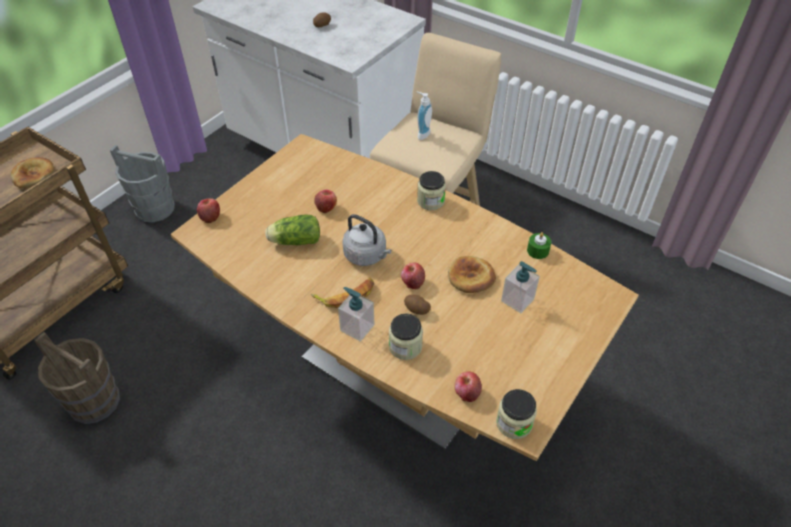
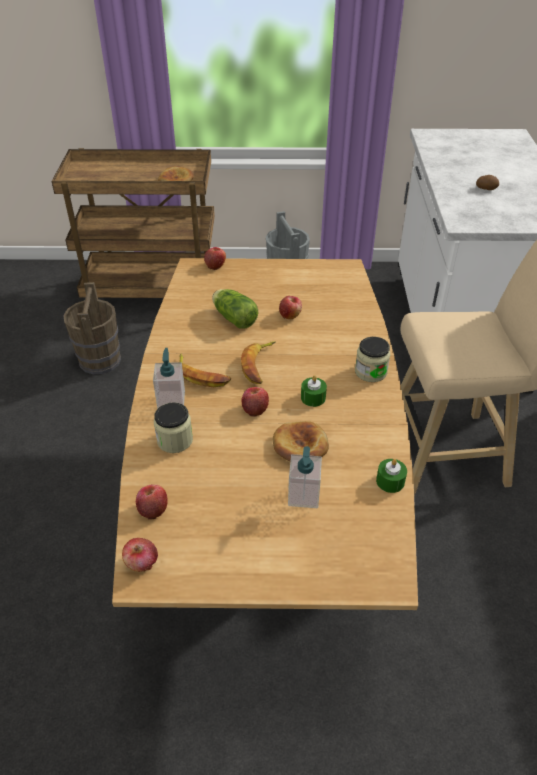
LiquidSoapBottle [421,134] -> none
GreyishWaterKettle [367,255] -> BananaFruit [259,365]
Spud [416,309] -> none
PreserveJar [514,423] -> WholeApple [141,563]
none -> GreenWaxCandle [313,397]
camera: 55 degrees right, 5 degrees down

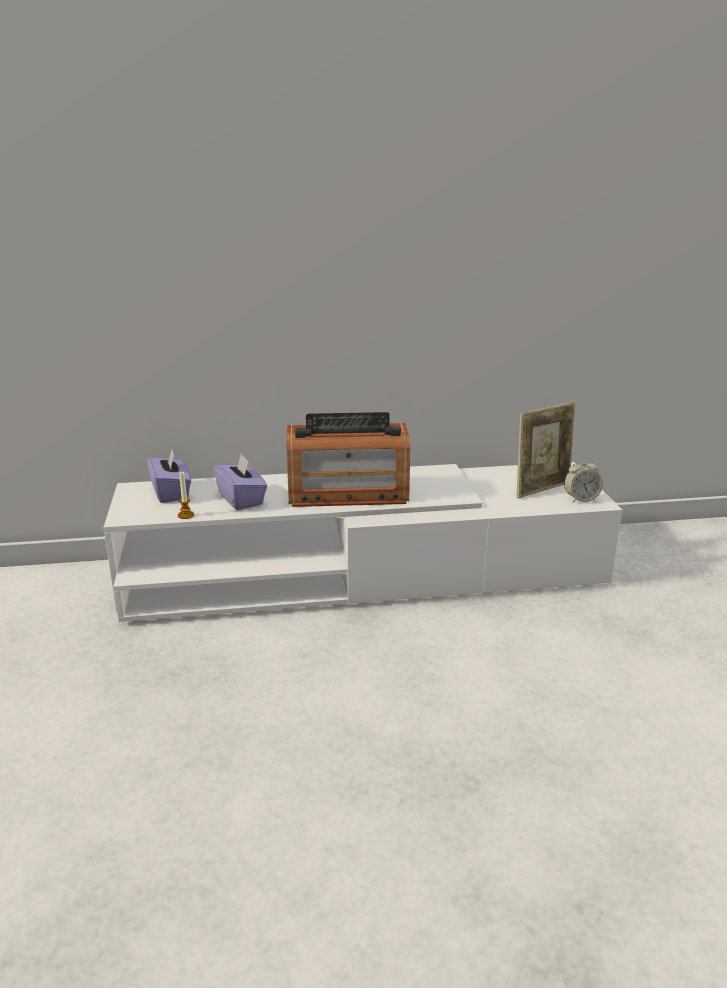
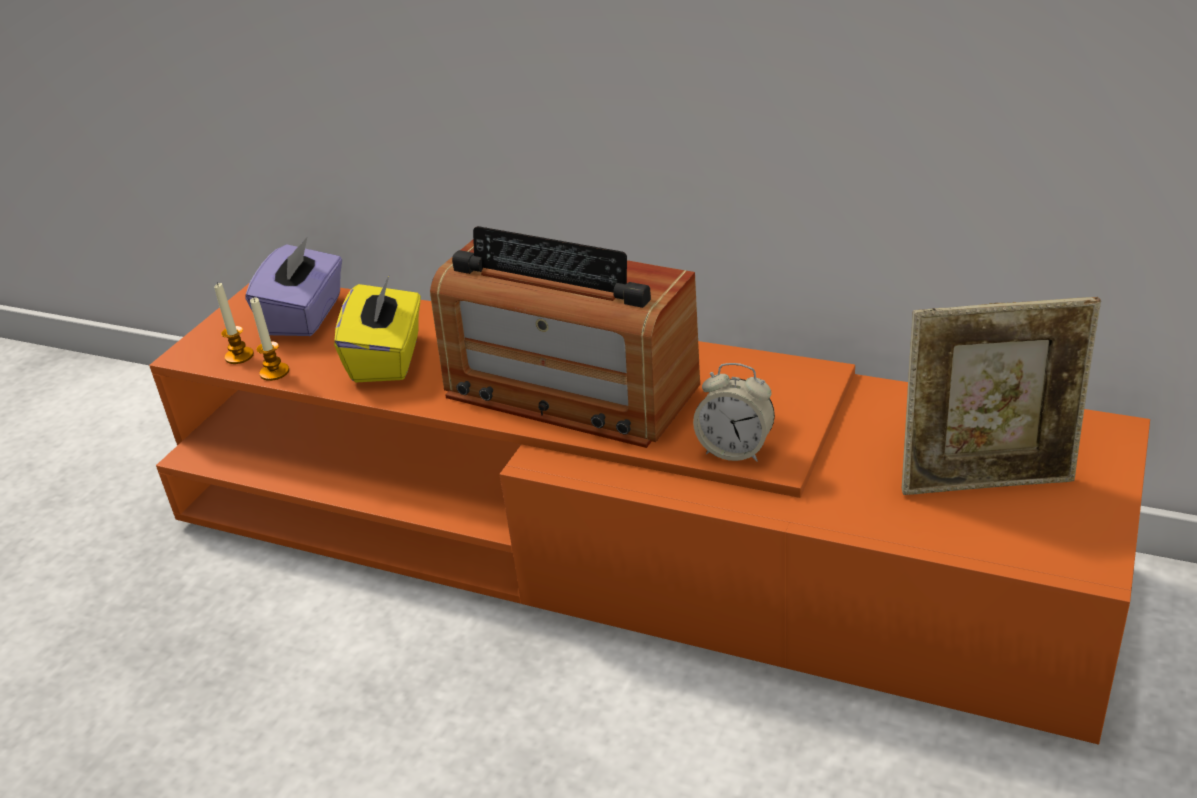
PurpleColouredTissueHolder [241,499] -> YellowishTissueHolder [388,358]
TableClock [581,499] -> TableClock [735,450], relocated
WhiteColouredTvUnit [363,574] -> OrangeyTvUnit [613,542]
none -> WaxCandle [239,356]
camera: 35 degrees right, 10 degrees up

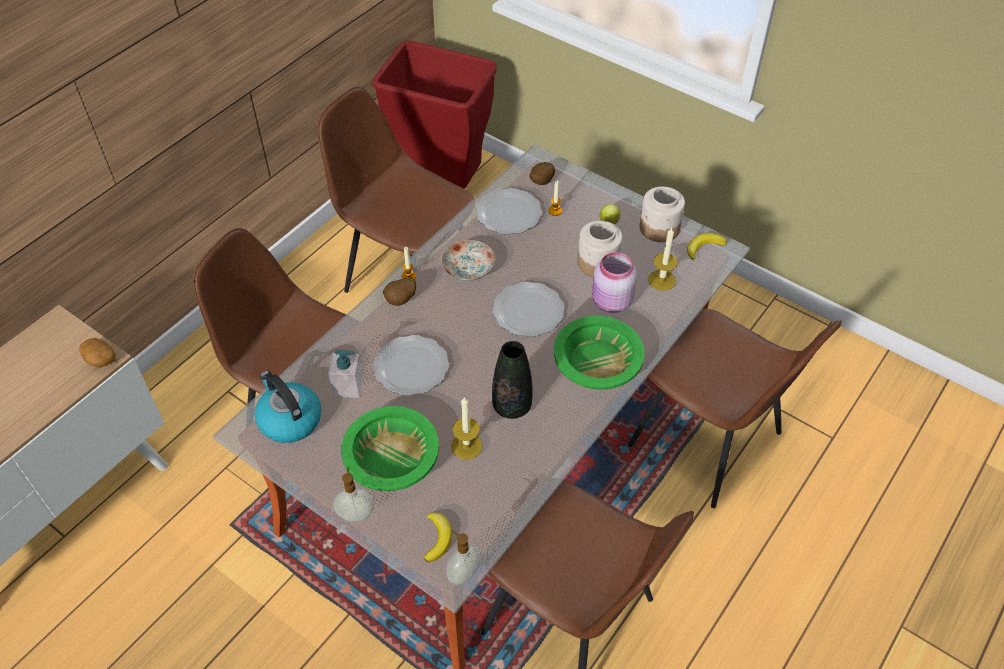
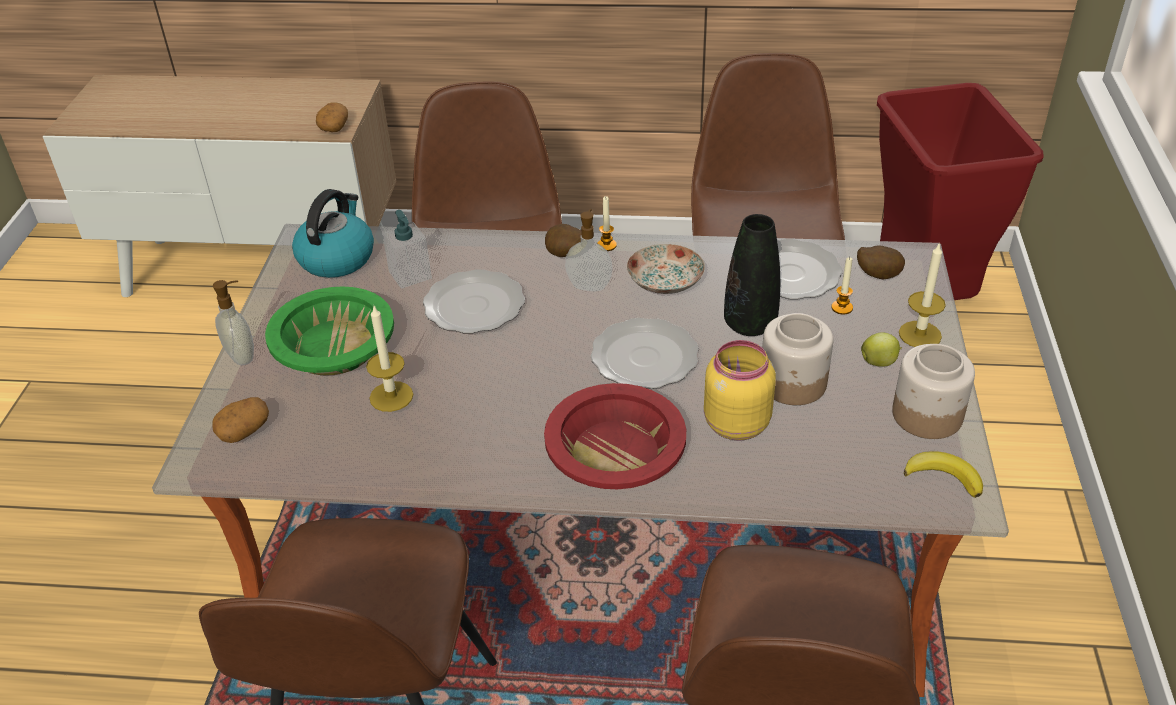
WaxCandle [661,280] -> WaxCandle [920,334], relocated
PinkishPreserveJar [610,302] -> YellowishPreserveJar [734,423]
GreenDeepDish [597,363] -> RedColouredDeepDish [615,454]
BlackishDecorativeVase [512,406] -> BlackishDecorativeVase [750,325], relocated
BananaFruit [437,538] -> Spud [244,430]
LiquidSoapBottle [463,573] -> LiquidSoapBottle [589,286], relocated
camera: 60 degrees right, 10 degrees down

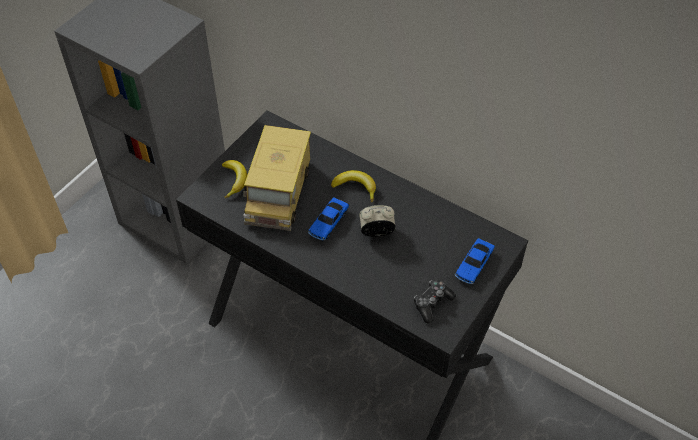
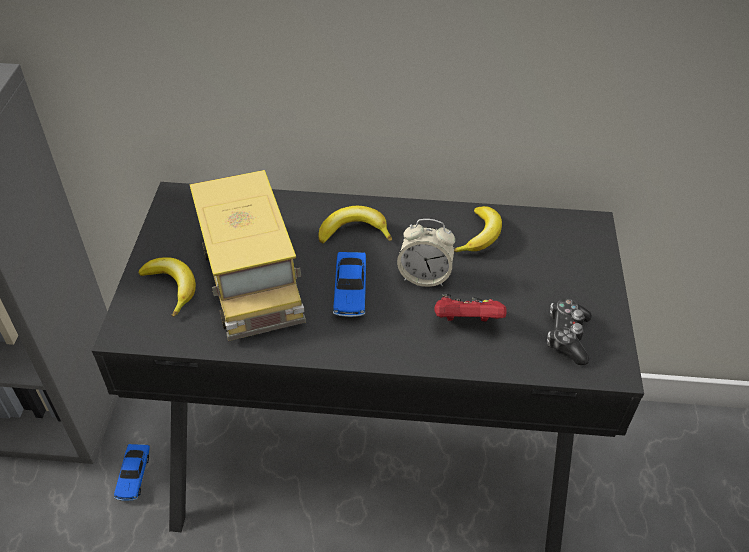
TableClock [377,232] -> TableClock [424,276], 135 degrees counterclockwise
MiniatureCar [474,265] -> MiniatureCar [133,476], relocated
none -> BananaFruit [480,236]
none -> RedColouredGamepad [466,321]
camera: 30 degrees left, 5 degrees down

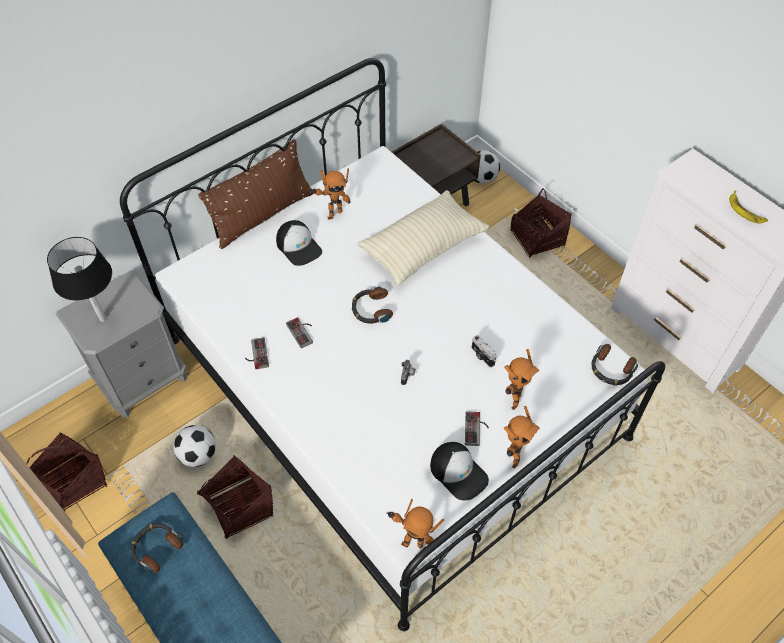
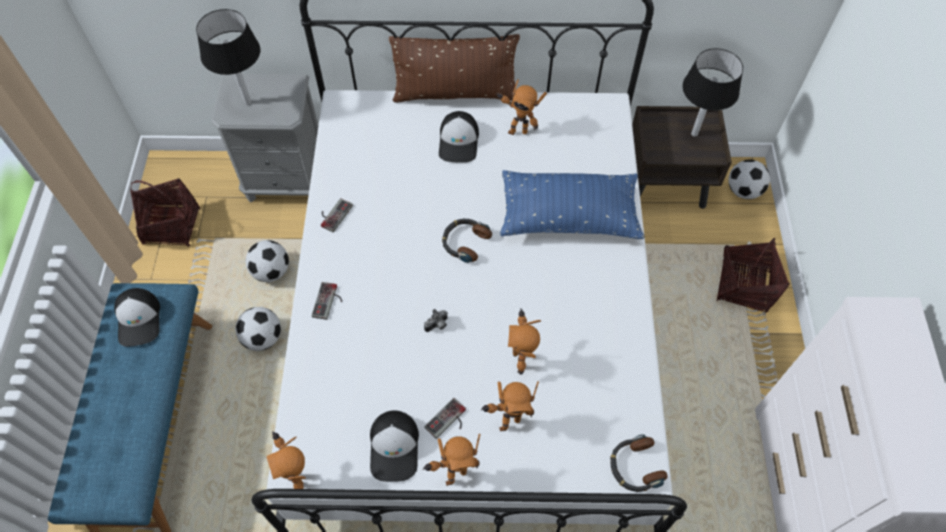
BeigePillow [423,247] -> BlueColouredPillow [568,216]
BananaFruit [745,211] -> none
Gamepad [303,331] -> Gamepad [329,302], relocated
StillCamera [482,356] -> RobotFigure [521,358]
HouseholdBasket [240,507] -> FootballBall [263,338]
Headset [156,548] -> BaseballCap [139,320]
none -> BlackishTabletopLamp [694,134]
camera: 40 degrees right, 5 degrees up

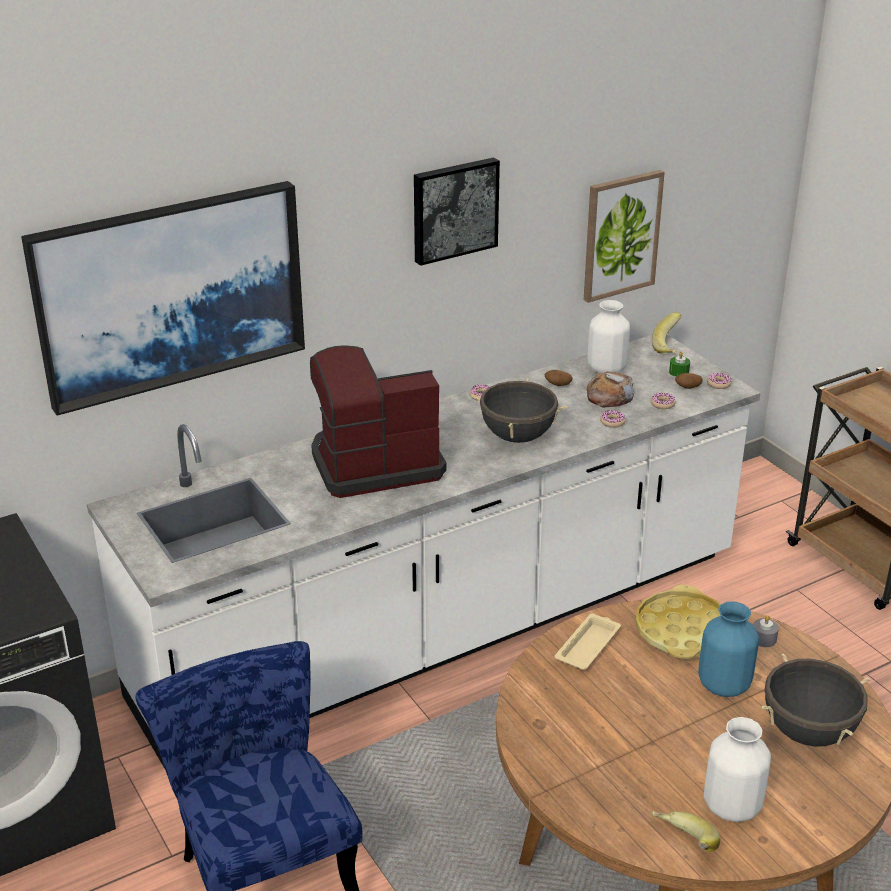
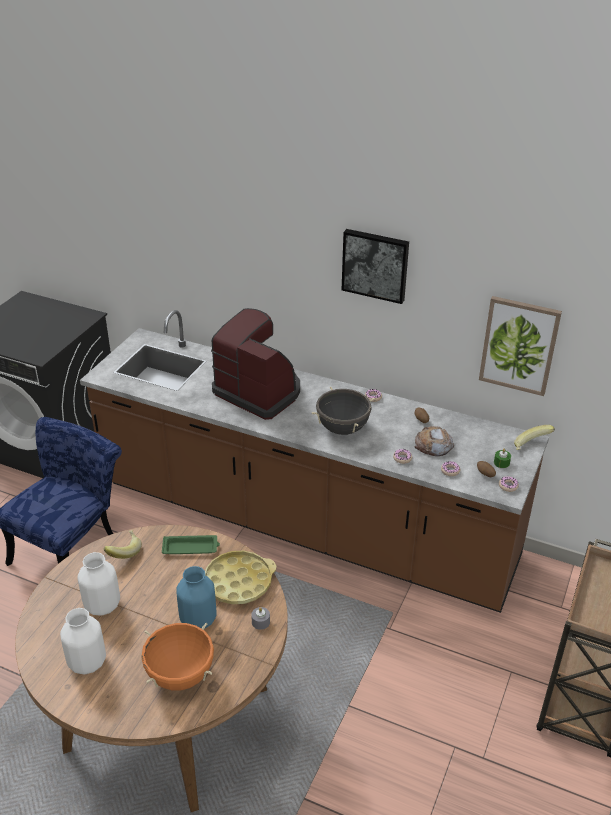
WallPicture [170,293] -> none
WhiteColouredDecorativeVase [606,369] -> WhiteColouredDecorativeVase [102,605], relocated
WhiteColouredCounter [445,629] -> BrownCounter [304,523]
BeigeCarryingTray [588,645] -> GreenCarryingTray [191,548]
BlackishSaucepot [808,732] -> OrangeySaucepot [180,675]
BananaFruit [682,844] -> BananaFruit [123,551], relocated
camera: 55 degrees right, 5 degrees up

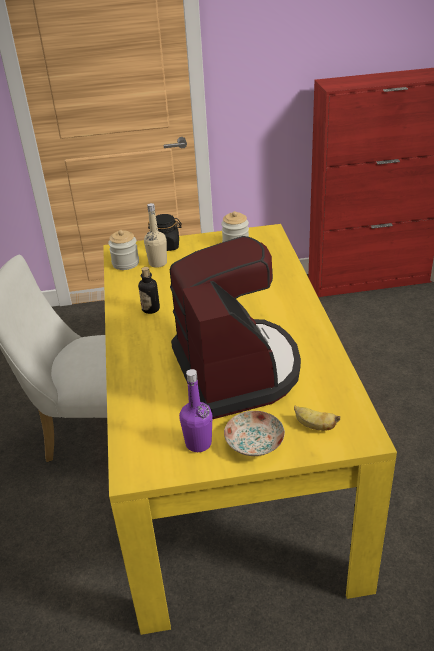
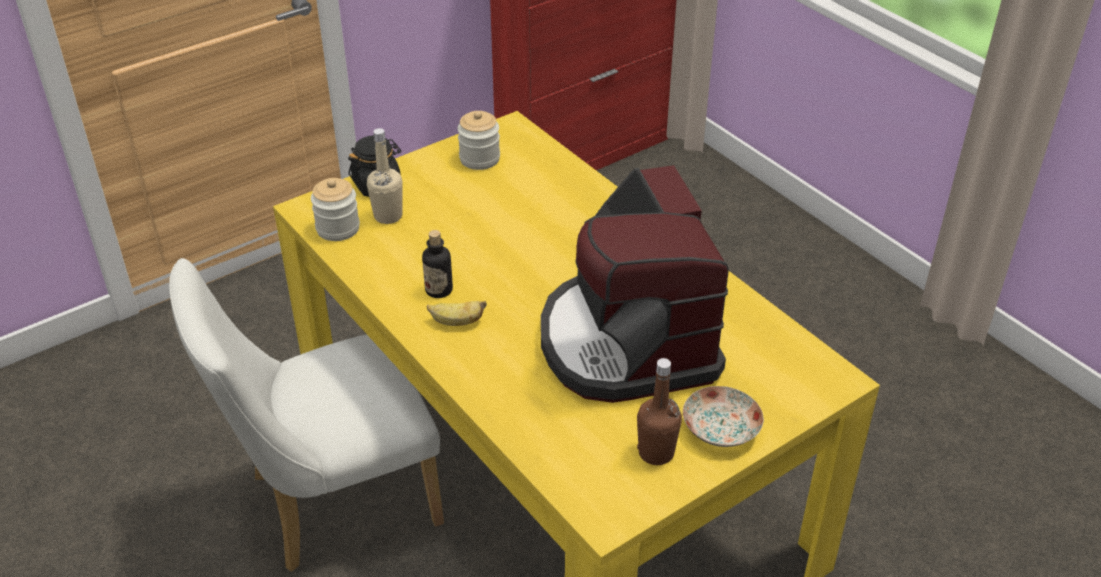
CoffeeBrewer [237,370] -> CoffeeBrewer [627,342], 150 degrees counterclockwise
PurpleColouredDrinkBottle [198,443] -> BrownDrinkBottle [656,453]
BananaFruit [314,426] -> BananaFruit [456,322], relocated
camera: 30 degrees left, 5 degrees up

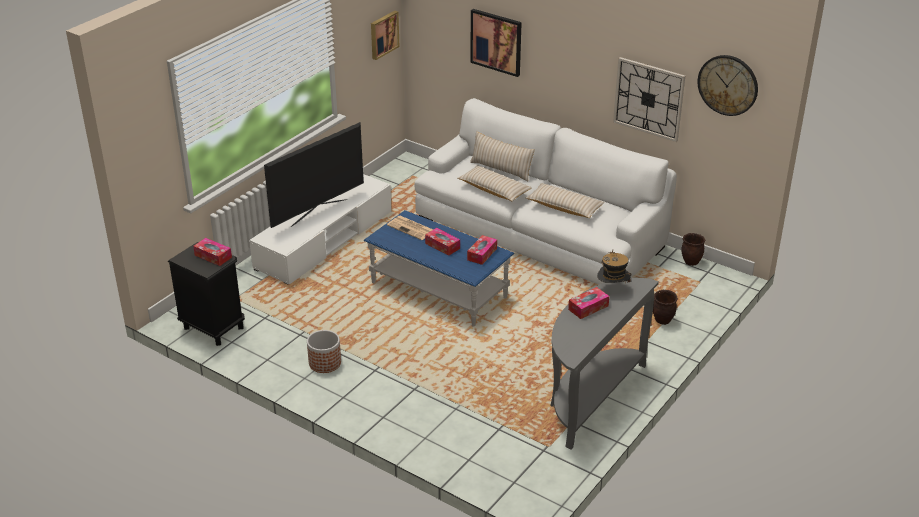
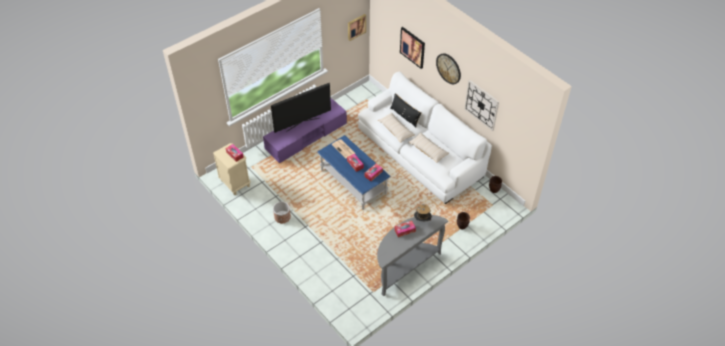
ClockOnTheWall [728,85] -> ClockOnTheWall [448,68], relocated
BeigePillow [501,169] -> BlackishPillow [404,116]
WhiteColouredTvUnit [324,240] -> PurpleColouredTvUnit [306,136]
BlackishNightTable [213,328] -> BeigeNightTable [235,183]
camera: 15 degrees right, 15 degrees up

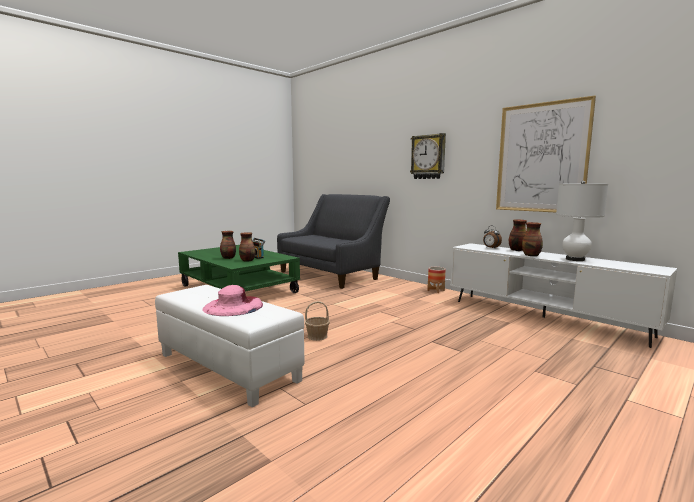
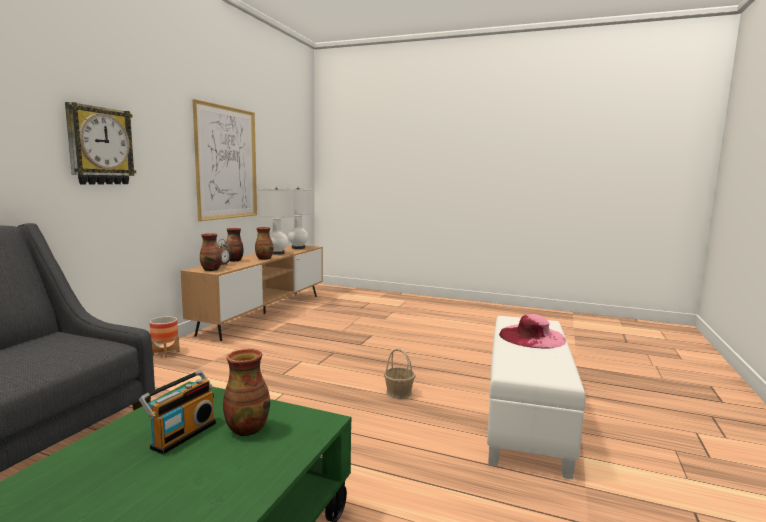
DecorativeVase [228,258] -> DecorativeVase [211,270], relocated
WhiteColouredTvUnit [543,317] -> BrownTvUnit [264,313]
none -> WhiteColouredTabletopLamp [298,248]
camera: 115 degrees left, 0 degrees up

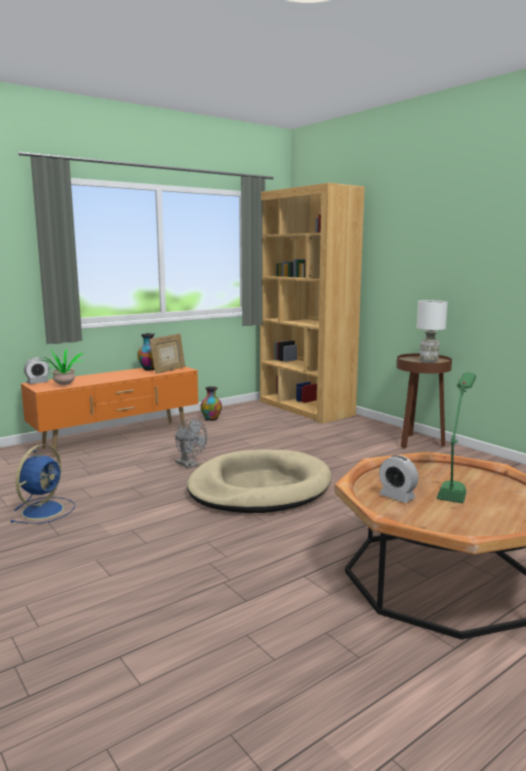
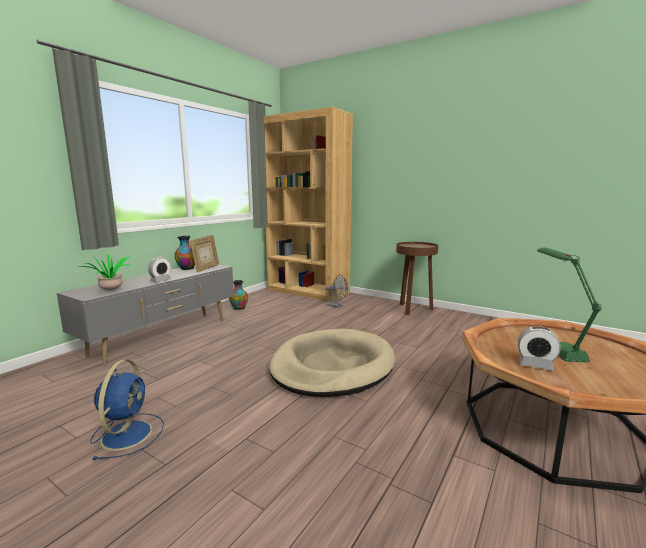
WhiteColouredTabletopLamp [428,361] -> none
TableClock [37,382] -> TableClock [161,280], relocated
OrangeyTvUnit [118,438] -> GreyishTvUnit [163,336]
GreyishElectricFan [189,465] -> GreyishElectricFan [337,306], relocated
camera: 20 degrees left, 0 degrees up

